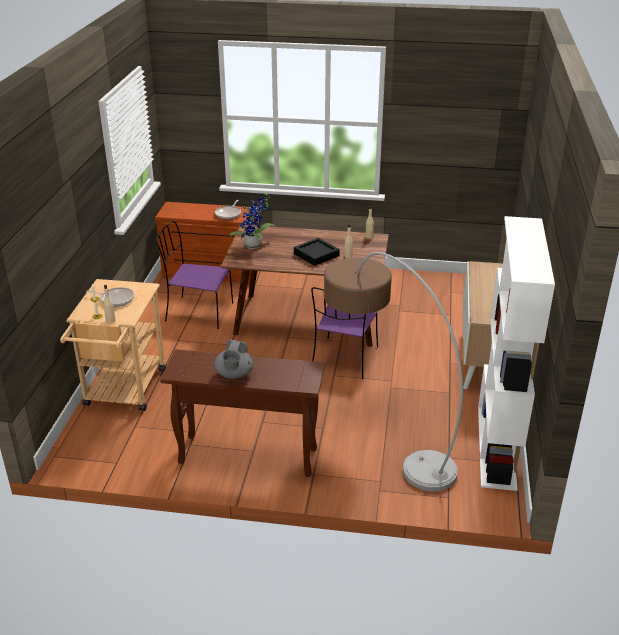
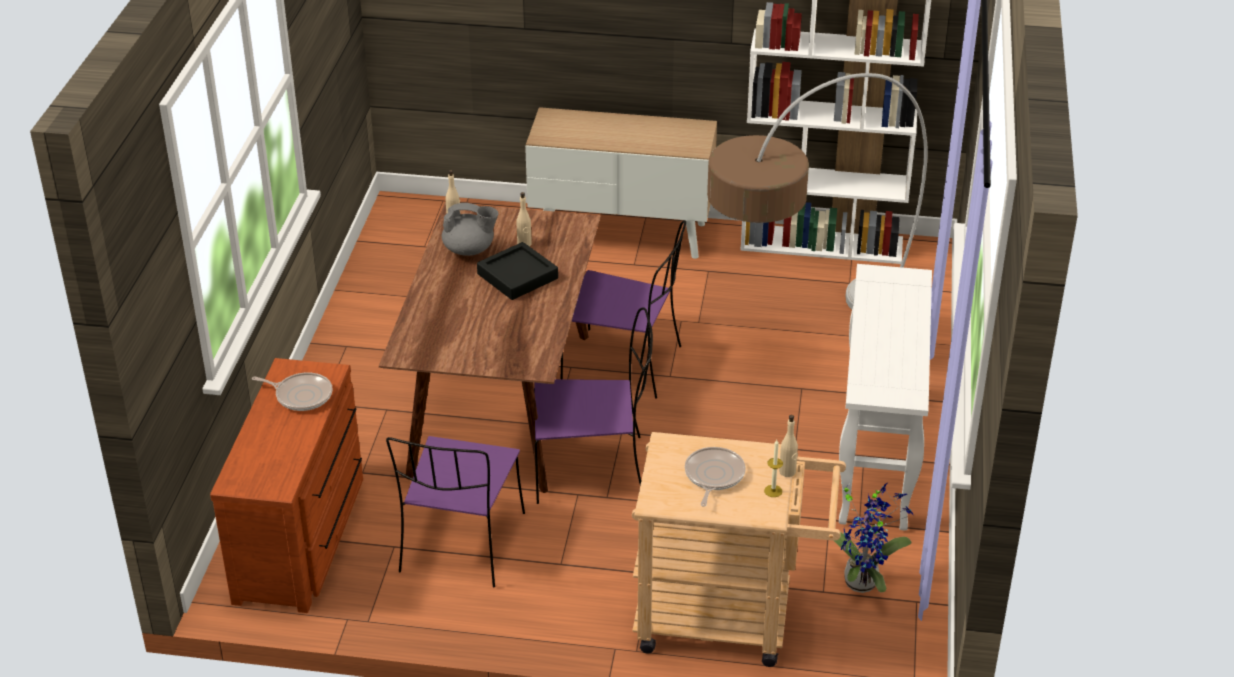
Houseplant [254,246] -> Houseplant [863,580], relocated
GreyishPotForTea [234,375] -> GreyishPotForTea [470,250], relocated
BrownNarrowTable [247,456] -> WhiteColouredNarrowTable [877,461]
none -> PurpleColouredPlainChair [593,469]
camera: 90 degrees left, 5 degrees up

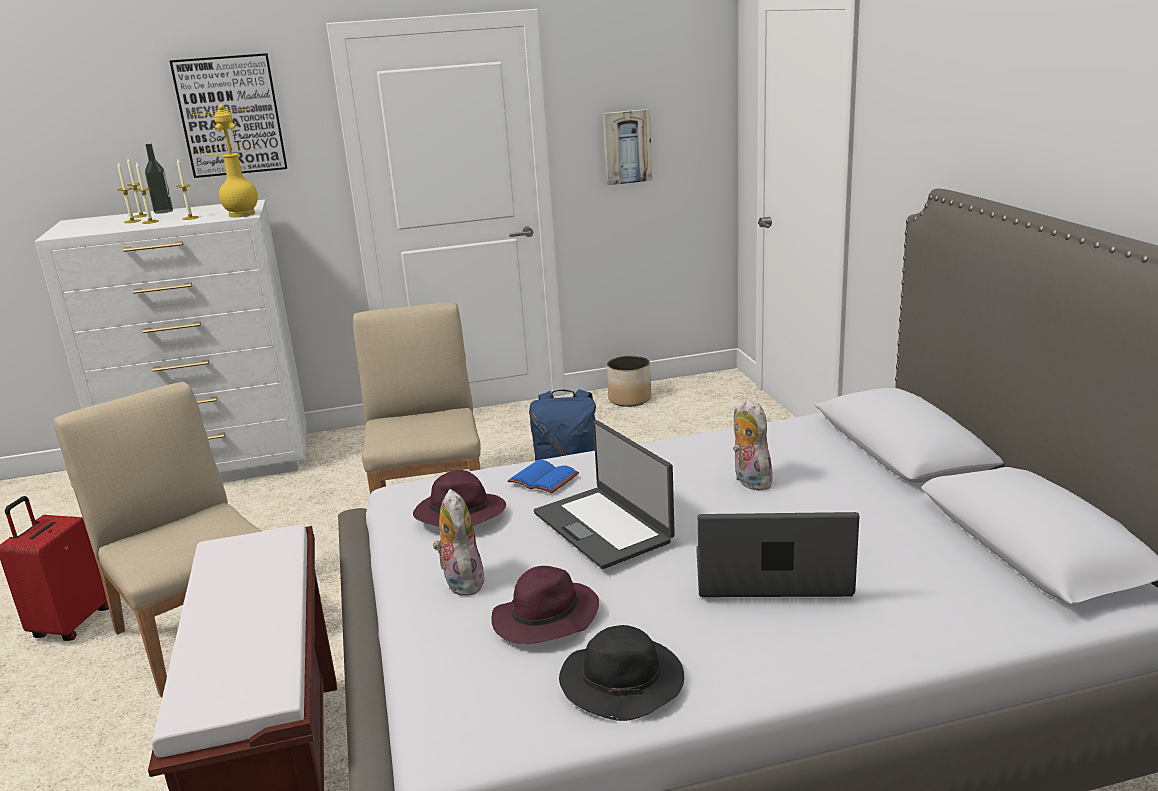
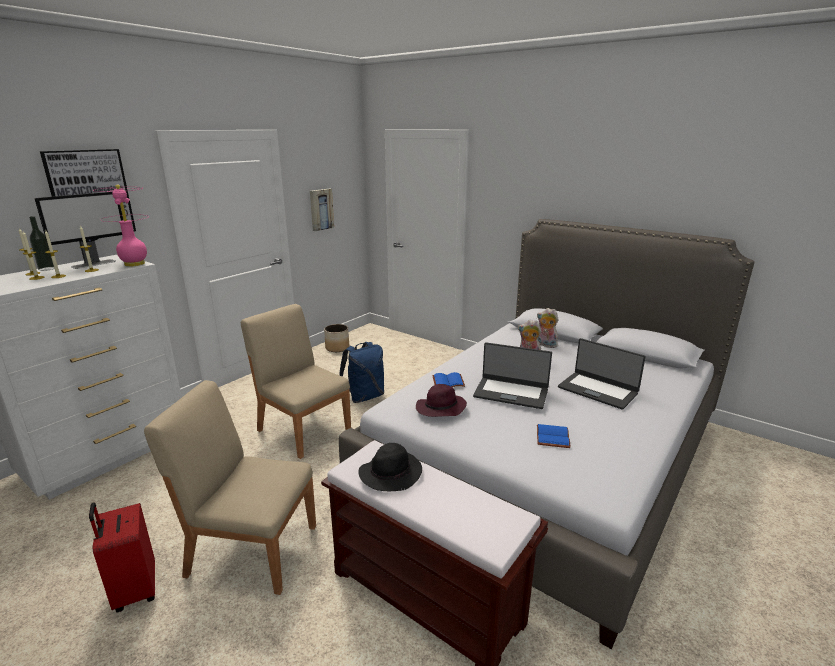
YellowishTabletopLamp [241,214] -> PinkishTabletopLamp [134,264]
SoftToy [461,582] -> SoftToy [545,345], relocated
Laptop [772,575] -> Laptop [598,390], 105 degrees counterclockwise
PurpleColouredHat [545,620] -> BlueColouredBook [554,437]
BlackishHat [624,683] -> BlackishHat [391,473], relocated
none -> ComputerDisplay [94,264]
camera: 40 degrees left, 0 degrees up

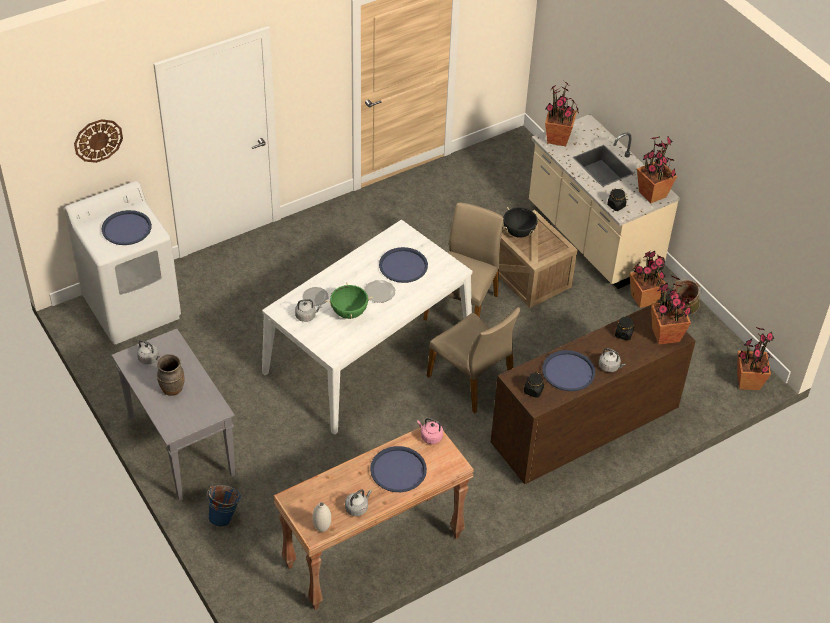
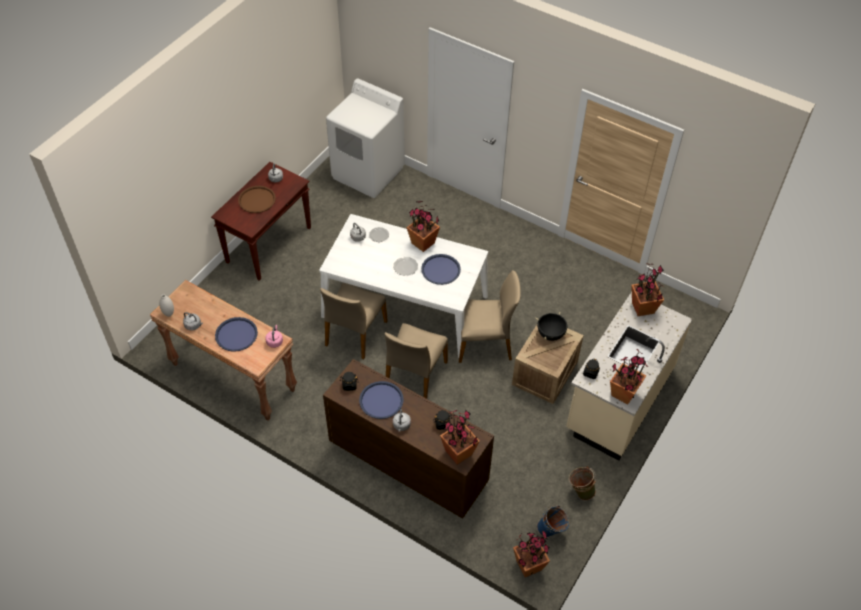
ClockOnTheWall [98,140] -> none
BlueColouredCarryingTray [126,228] -> none
Houseplant [644,299] -> Houseplant [423,243], relocated
GreenSaucepot [349,312] -> none
GreyishNarrowTable [180,445] -> BrownNarrowTable [269,244]
BrownDecorativeVase [172,389] -> BrownCarryingTray [257,200]
BlueColouredPail [225,516] -> BlueColouredPail [551,531], relocated
none -> BeigePlainChair [355,333]
camera: 65 degrees right, 5 degrees up

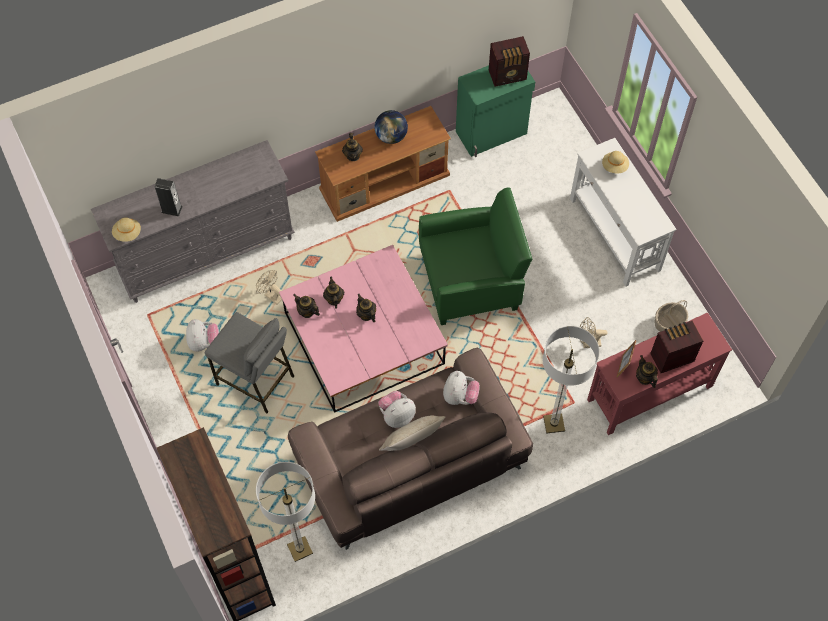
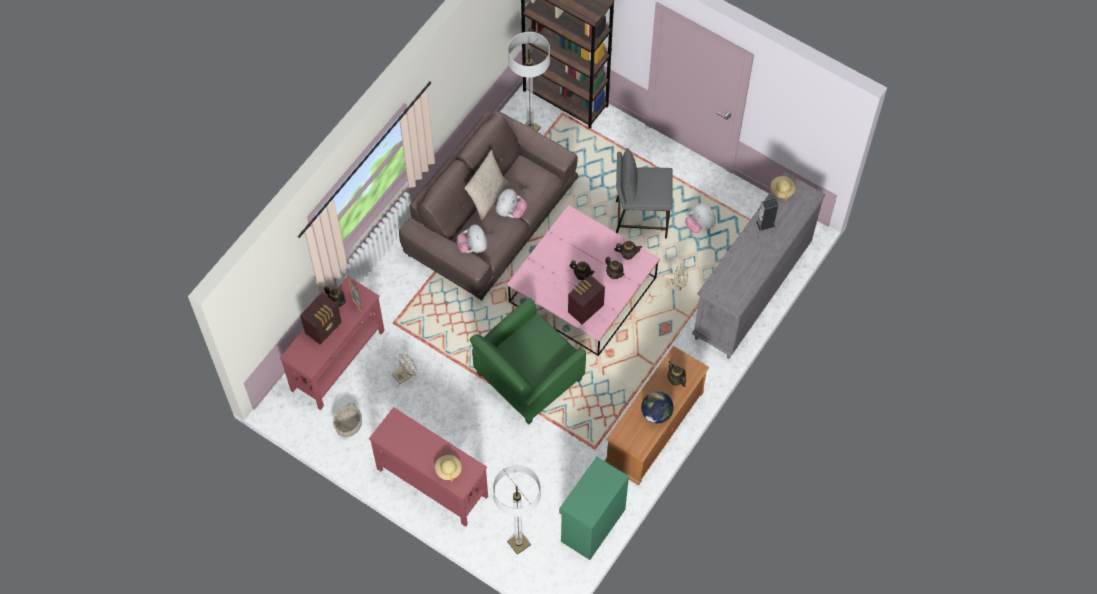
RadioReceiver [508,75] -> RadioReceiver [584,309], relocated
WhiteColouredNarrowTable [614,235] -> RedColouredNarrowTable [432,482]
FloorLamp [554,424] -> FloorLamp [519,543], relocated
camera: 150 degrees right, 0 degrees up

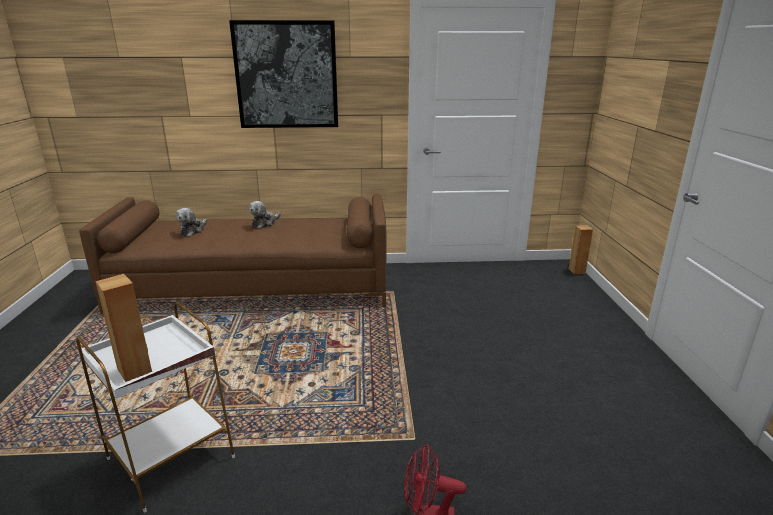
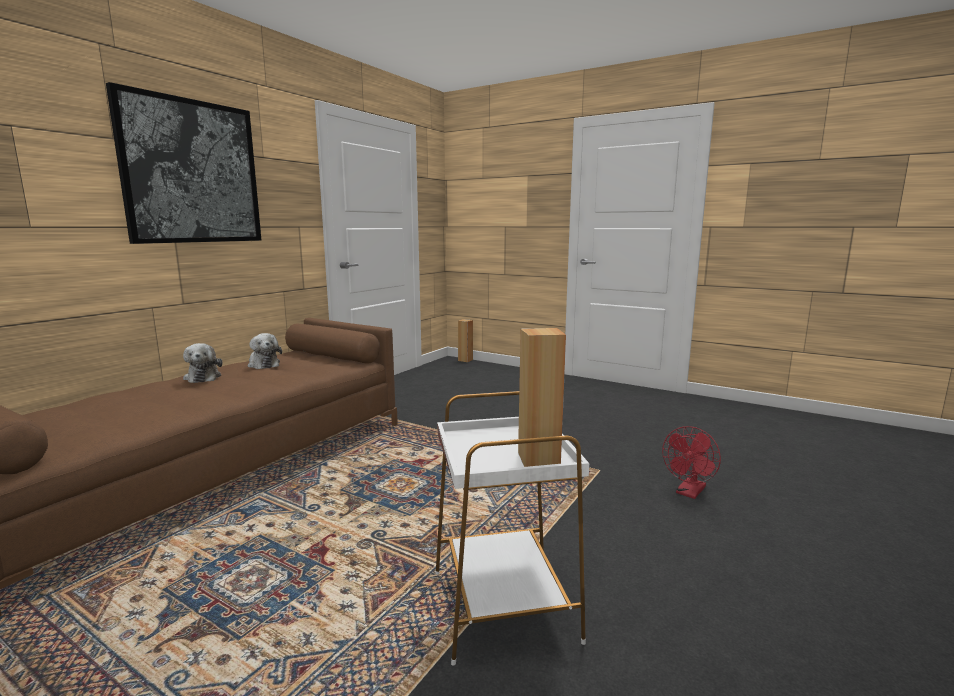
SoftToy [193,231] -> SoftToy [263,364], relocated
camera: 55 degrees left, 10 degrees down

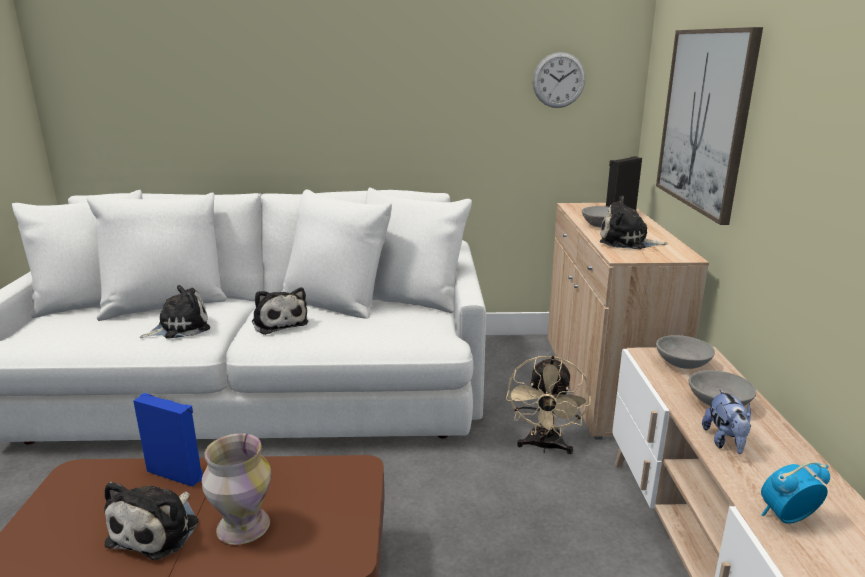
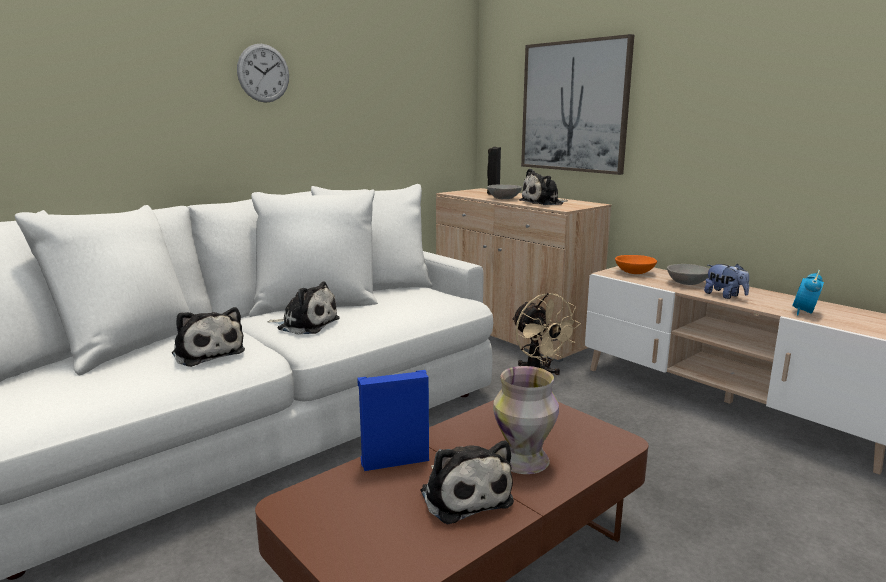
ClockOnTheWall [559,80] -> ClockOnTheWall [263,73], relocated
SoftToy [180,327] -> SoftToy [207,353], 120 degrees clockwise
GreyishDeepDish [682,364] -> OrangeyDeepDish [634,272]
camera: 40 degrees left, 5 degrees down

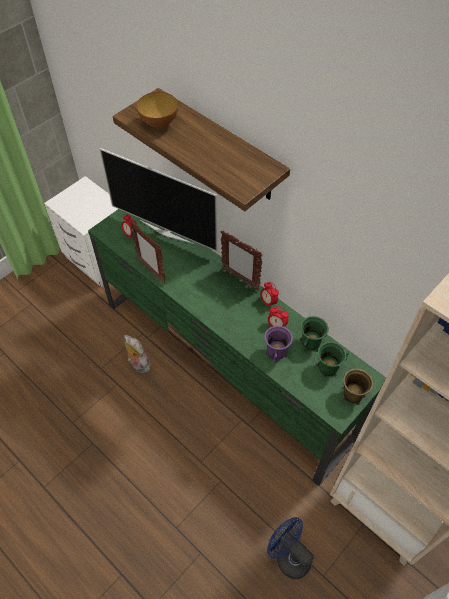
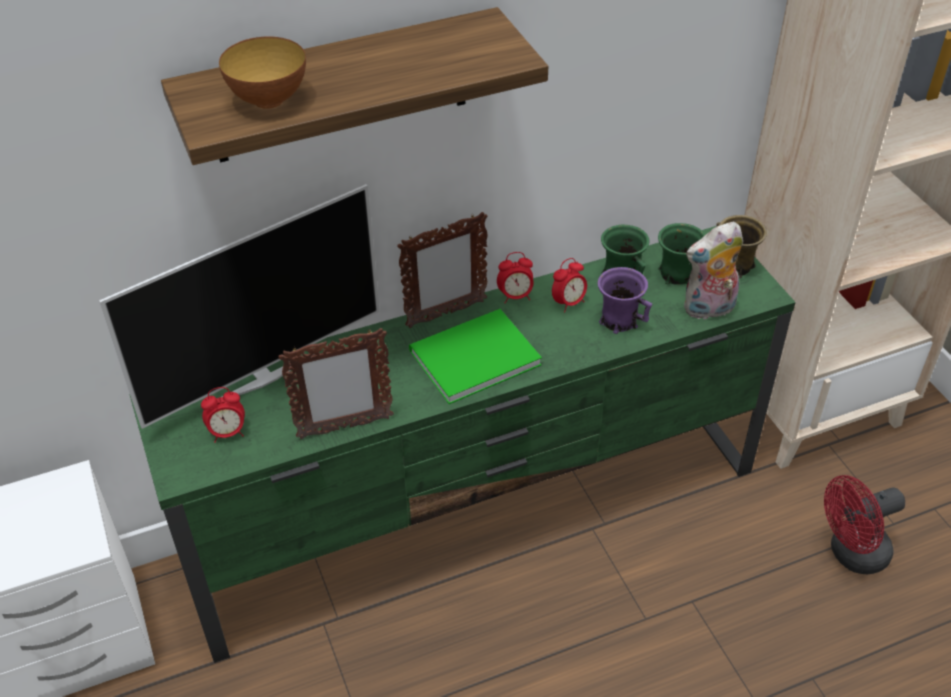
SoftToy [138,364] -> SoftToy [709,309], relocated
BlueColouredElectricFan [289,556] -> RedColouredElectricFan [851,554]
none -> GreenBook [470,357]
camera: 65 degrees left, 10 degrees down

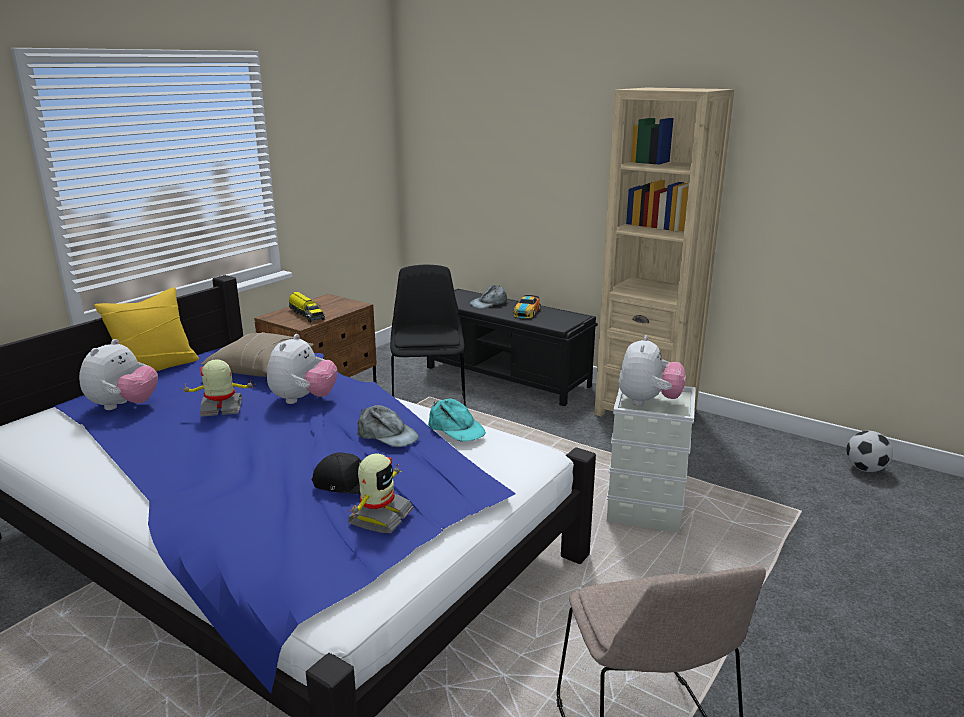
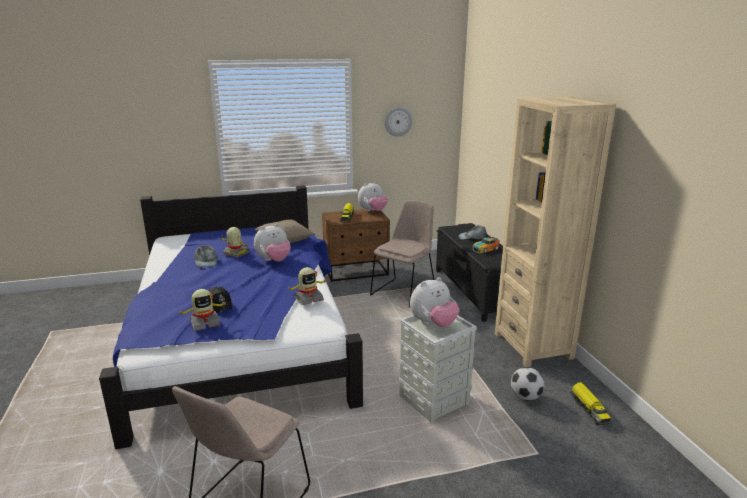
BlackishPlainChair [428,405] -> BeigePlainChair [404,292]
YellowishPillow [155,368] -> none
SoftToy [124,406] -> SoftToy [372,211], relocated
TurquoiseBaseballCap [456,429] -> RobotFigure [308,298]
GreyishBaseballCap [387,435] -> GreyishBaseballCap [206,261], relocated
FootballBall [865,469] -> FootballBall [525,397], relocated
none -> ClockOnTheWall [398,121]
none -> ModelTruck [589,409]
camera: 40 degrees right, 0 degrees up

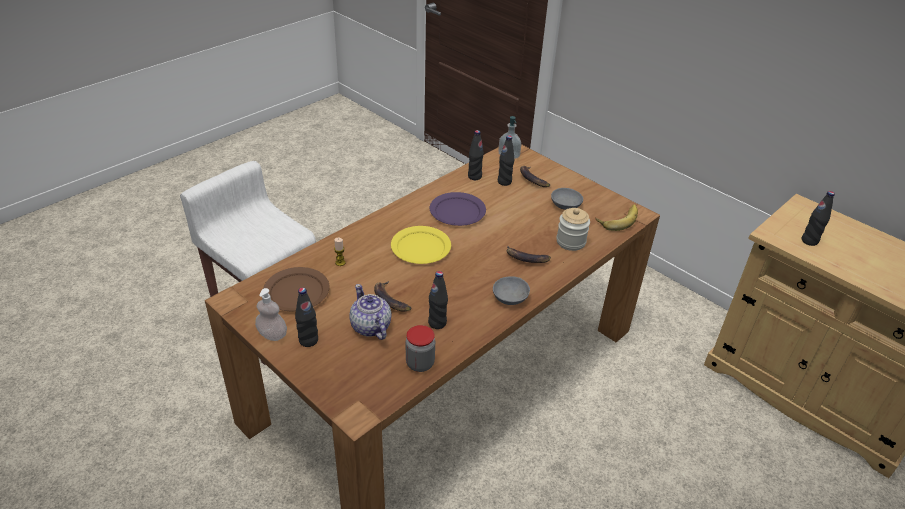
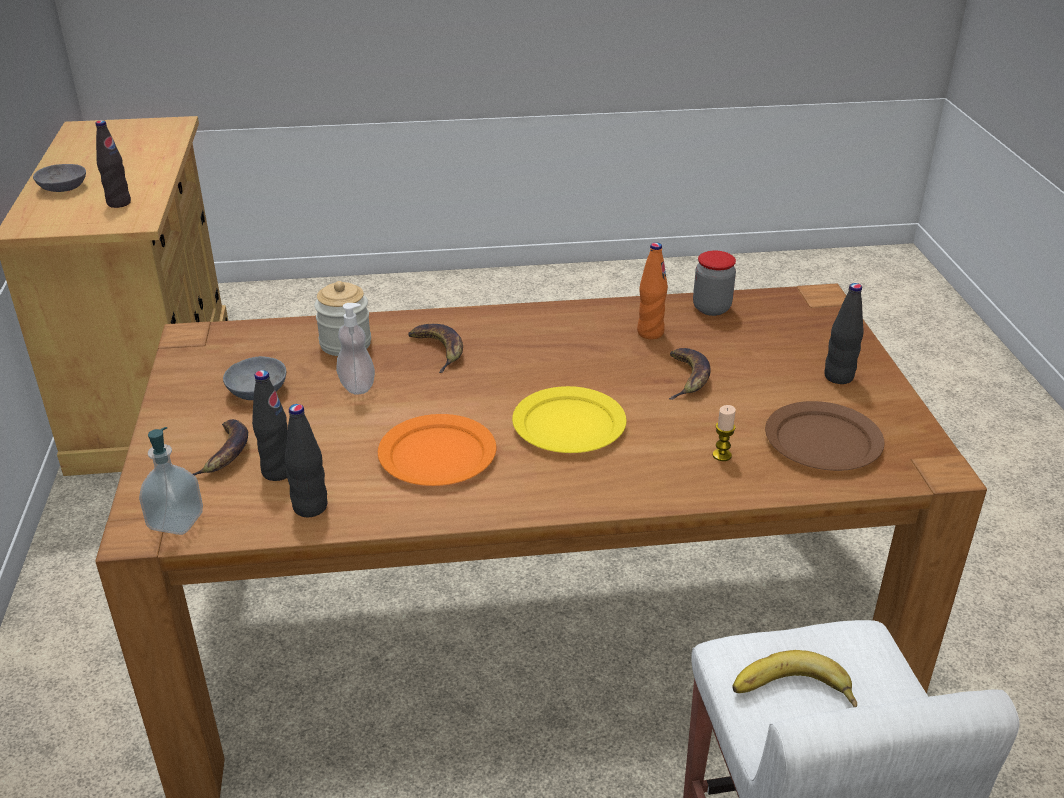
PurpleColouredFlatDish [457,212] -> OrangeyFlatDish [438,454]
BananaFruit [617,219] -> BananaFruit [793,695], relocated
BlackishDrinkBottle [437,323] -> OrangeyDrinkBottle [650,333]
GreyishDeepDish [509,296] -> GreyishDeepDish [62,188], relocated
PotForTea [370,327] -> none
LiquidSoapBottle [272,335] -> LiquidSoapBottle [357,386], relocated
camera: 140 degrees left, 5 degrees down

